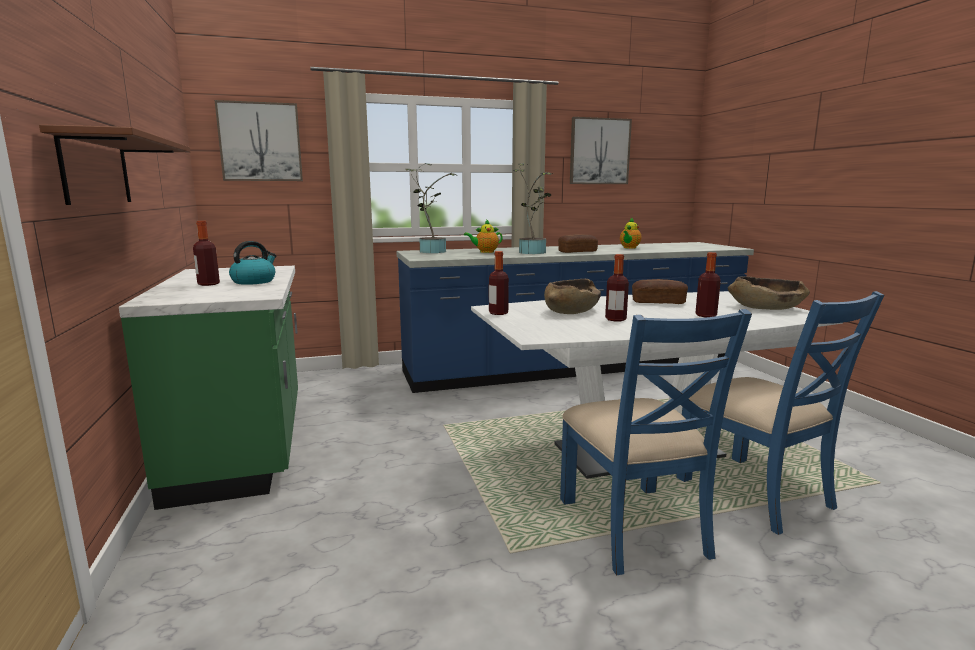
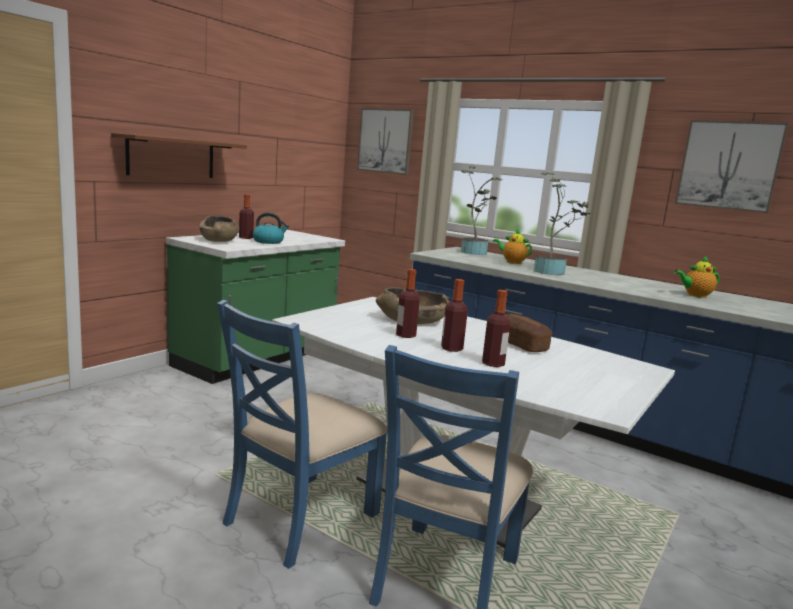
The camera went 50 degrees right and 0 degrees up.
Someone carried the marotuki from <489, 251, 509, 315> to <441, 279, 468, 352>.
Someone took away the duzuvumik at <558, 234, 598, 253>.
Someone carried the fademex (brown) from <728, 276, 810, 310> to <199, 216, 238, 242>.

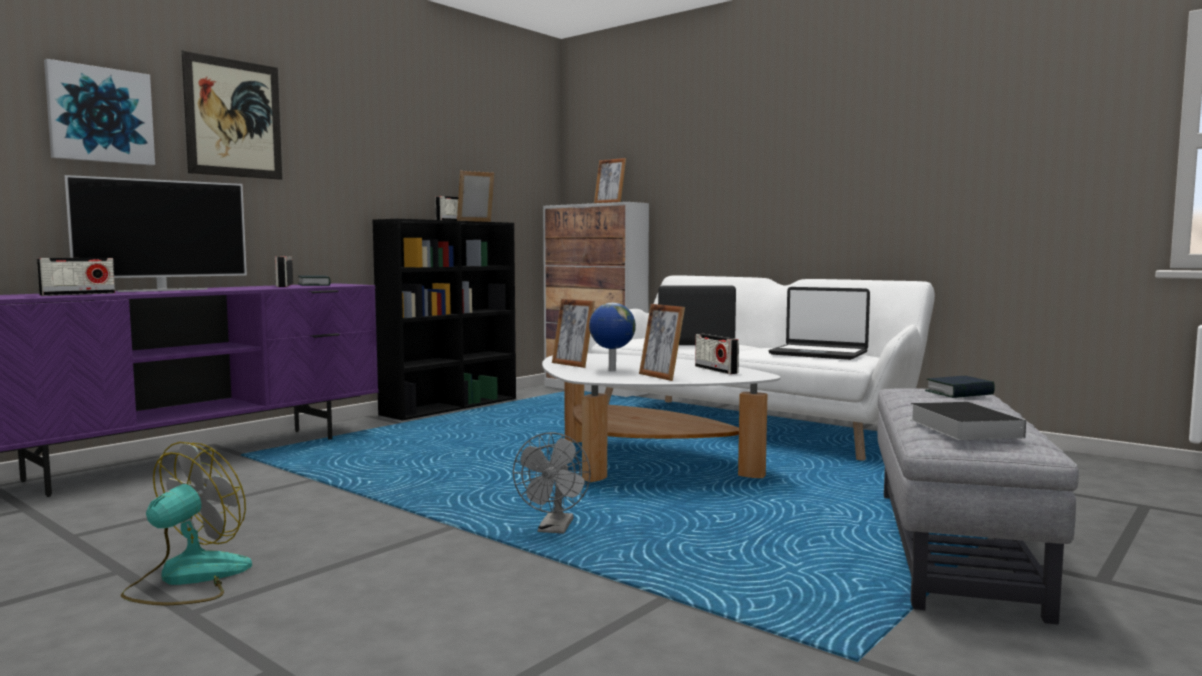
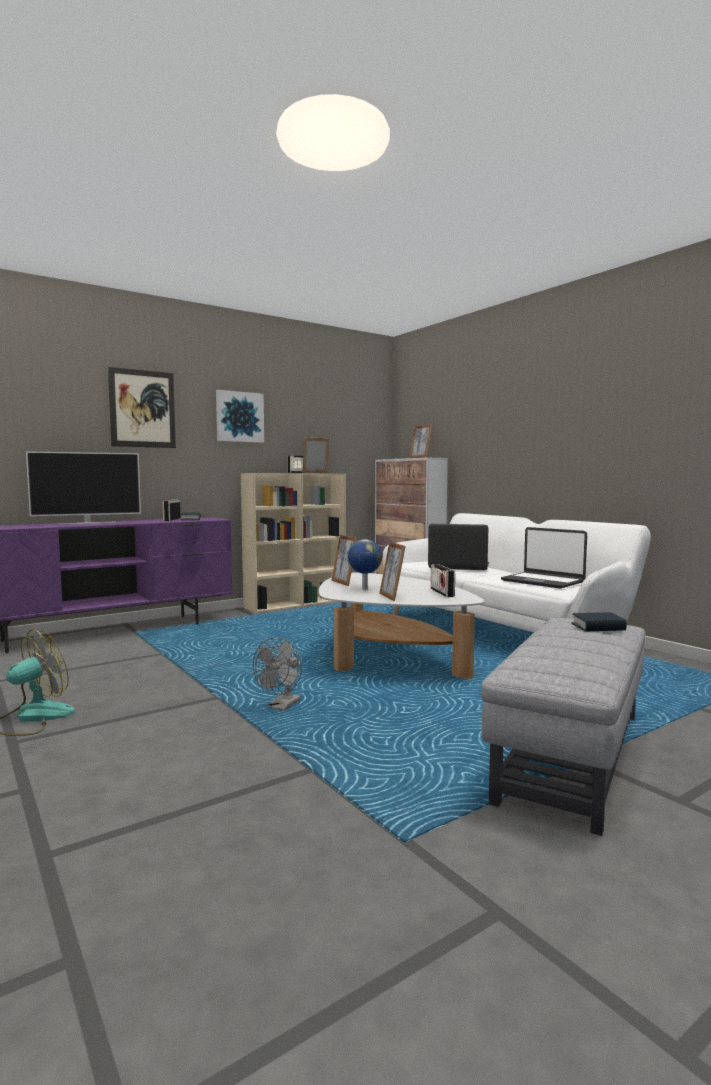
The camera went 15 degrees right and 0 degrees up.
Someone took away the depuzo at <37, 258, 115, 296>.
Someone carried the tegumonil from <44, 59, 155, 165> to <216, 390, 264, 443>.
Someone repainted the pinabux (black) at <373, 219, 516, 421>, which became the pinabux (beige) at <241, 473, 346, 613>.
Someone took away the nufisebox at <910, 402, 1026, 440>.

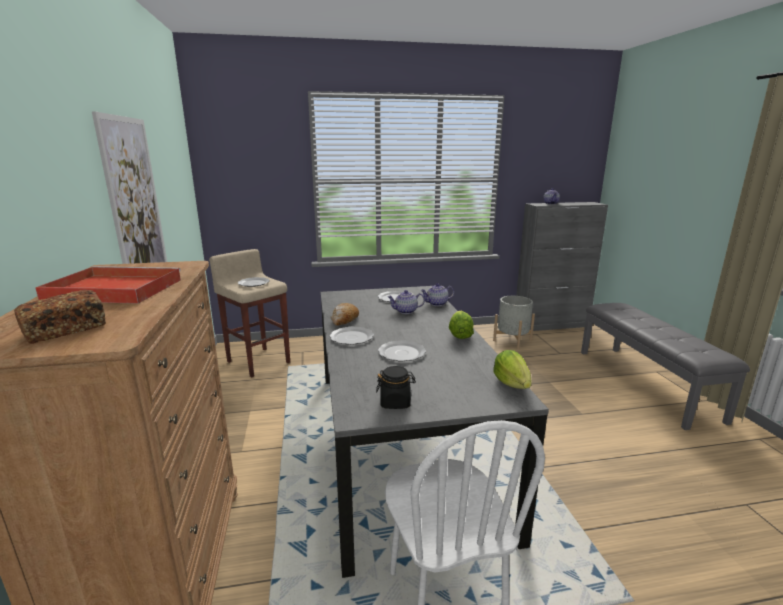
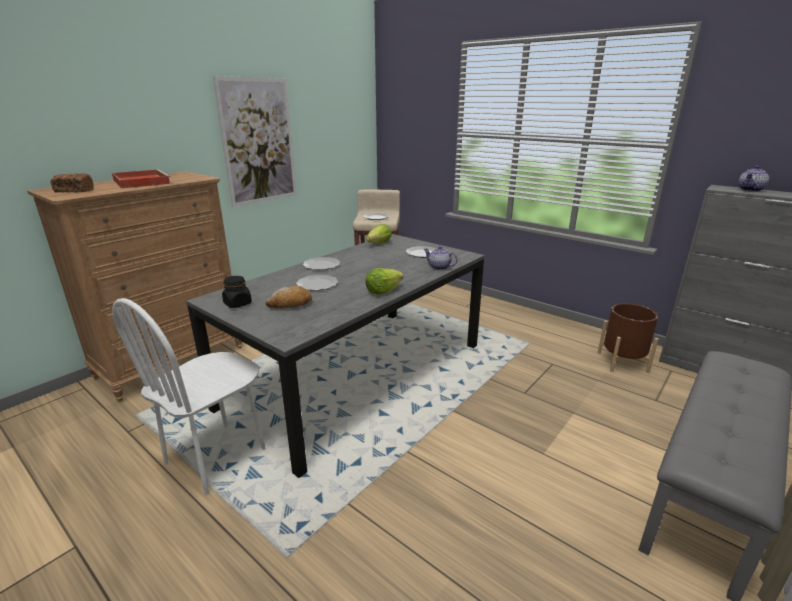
The camera went 50 degrees right and 5 degrees up.
Someone carried the duzuvumik from <330, 303, 359, 326> to <265, 286, 312, 309>.
Someone took away the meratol at <388, 290, 425, 314>.
Someone repainted the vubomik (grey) at <493, 296, 535, 349>, which became the vubomik (brown) at <597, 303, 659, 373>.
Someone carried the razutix from <493, 350, 532, 389> to <366, 224, 392, 244>.

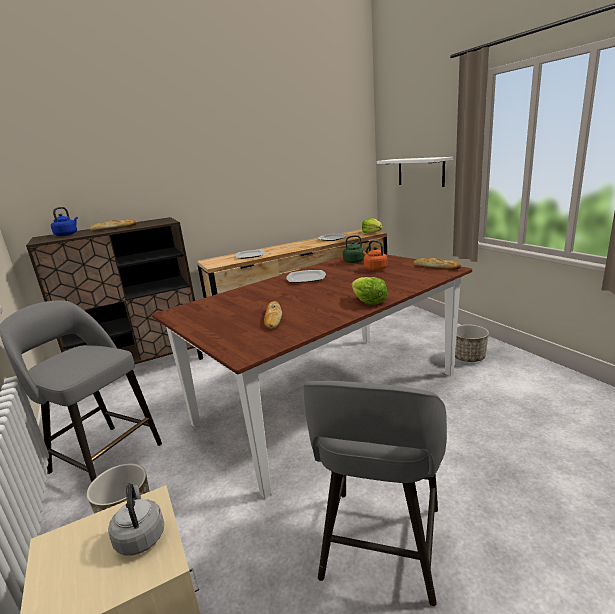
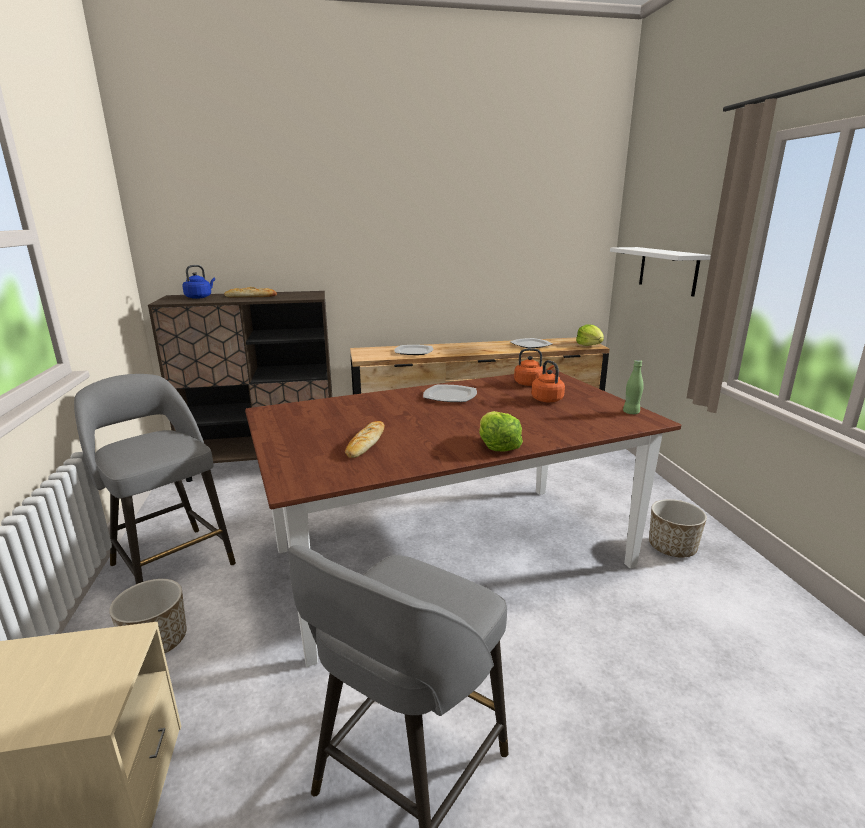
The camera went 15 degrees right and 0 degrees up.
Someone took away the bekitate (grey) at <108, 483, 164, 556>.
Someone repainted the bekitate (green) at <343, 235, 369, 263>, which became the bekitate (orange) at <514, 348, 554, 386>.
Someone swapped the duzuvumik at <413, 258, 461, 269> for the marotuki (green) at <623, 360, 644, 414>.

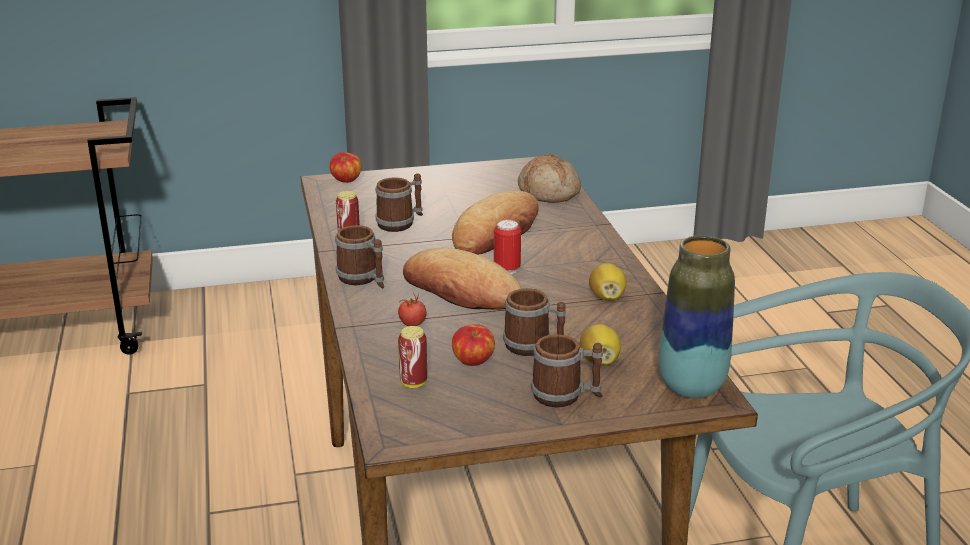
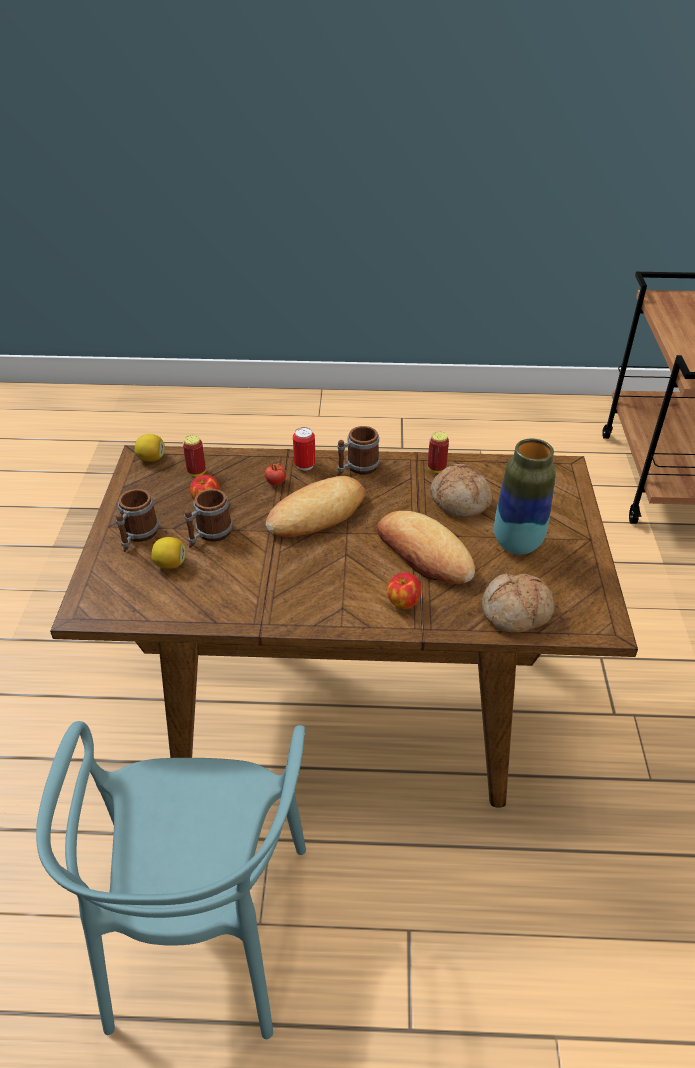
The camera went 105 degrees right and 15 degrees up.
Someone carried the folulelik from <329, 152, 362, 183> to <387, 572, 422, 609>.
Someone swapped the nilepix at <375, 173, 423, 232> for the duzuvumik at <430, 464, 492, 518>.
Someone carried the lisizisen from <494, 220, 521, 274> to <293, 427, 316, 471>.
Someone carried the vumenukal from <589, 263, 627, 301> to <135, 434, 165, 462>.
Someone carried the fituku from <659, 235, 735, 398> to <494, 438, 556, 555>.

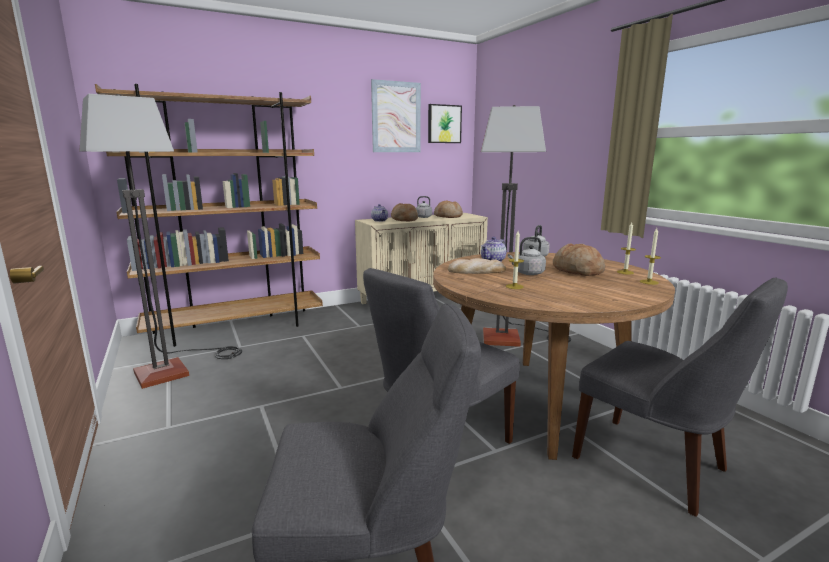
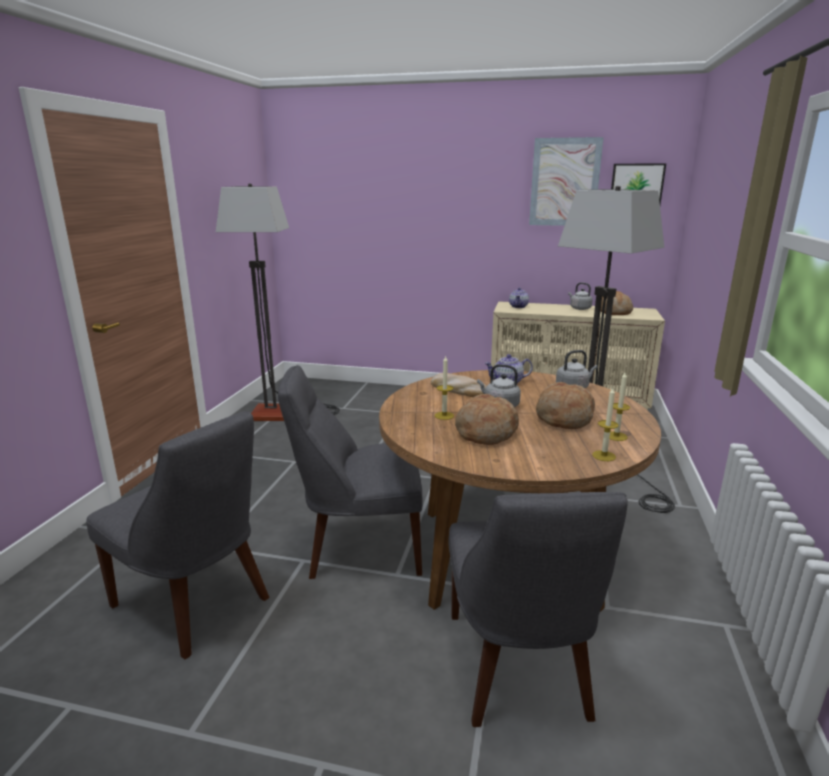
The camera went 40 degrees right and 5 degrees up.
Someone took away the pinabux (brown) at <95, 84, 323, 347>.
Someone carried the duzuvumik from <391, 203, 418, 221> to <455, 394, 519, 445>.

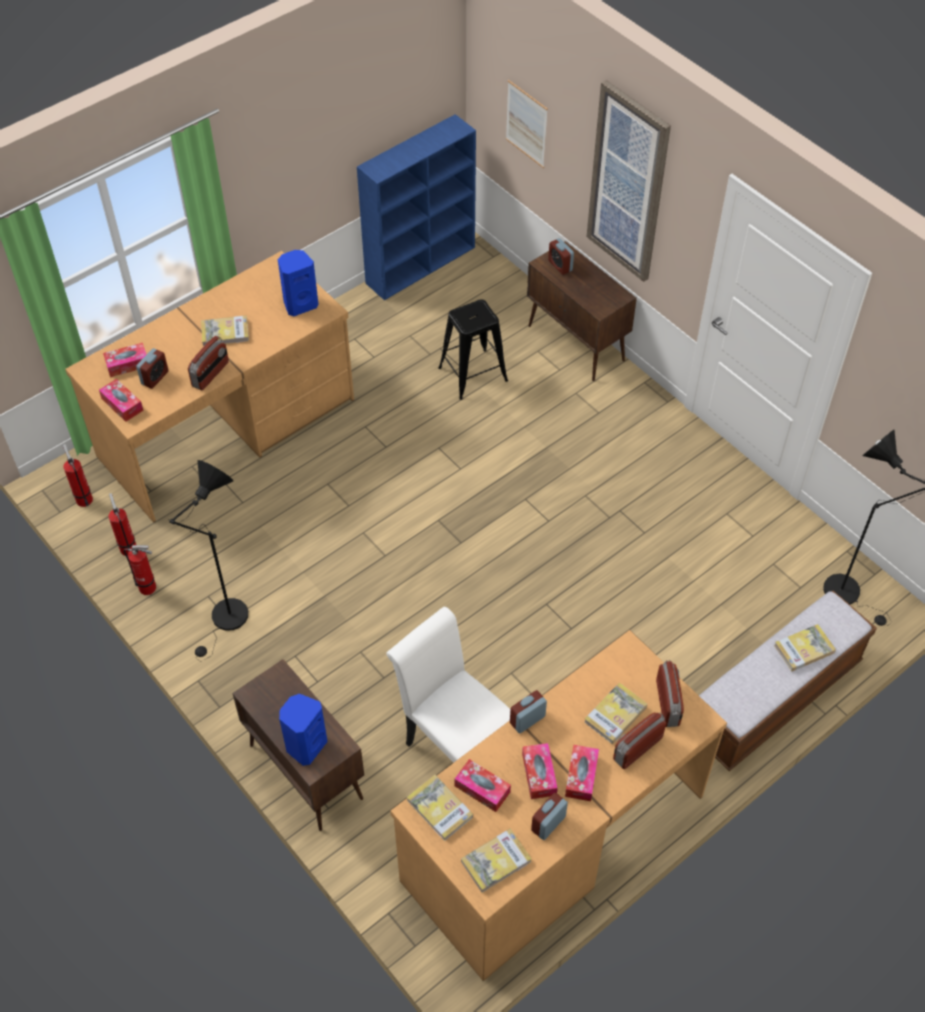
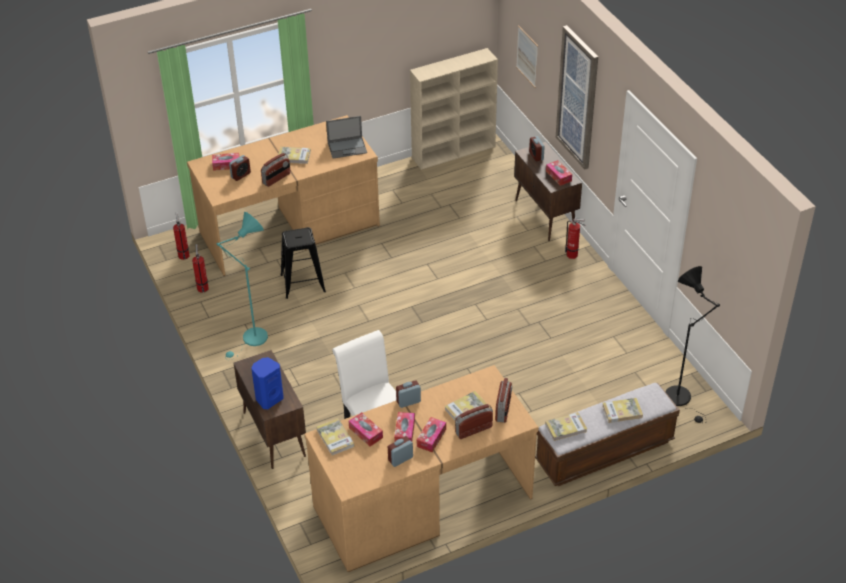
The camera went 15 degrees right and 10 degrees down.
Someone carried the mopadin from <99, 379, 144, 422> to <546, 160, 572, 186>.
Someone carried the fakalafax from <124, 545, 156, 595> to <565, 218, 585, 259>.
Someone repainted the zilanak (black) at <169, 460, 248, 661>, which became the zilanak (turquoise) at <217, 212, 268, 360>.
Someone swapped the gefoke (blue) at <278, 250, 318, 316> for the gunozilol at <326, 116, 367, 159>.
Someone repainted the pinabux (blue) at <357, 114, 476, 300>, which became the pinabux (beige) at <410, 48, 498, 170>.
Someone carried the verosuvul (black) from <438, 299, 508, 400> to <280, 227, 326, 299>.
Someone carried the nufisebox from <461, 829, 532, 893> to <545, 412, 587, 441>.

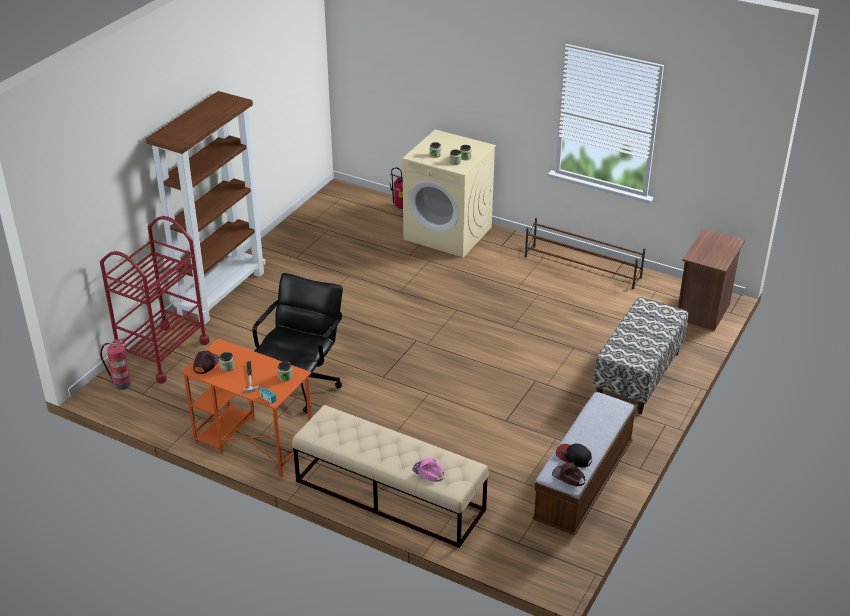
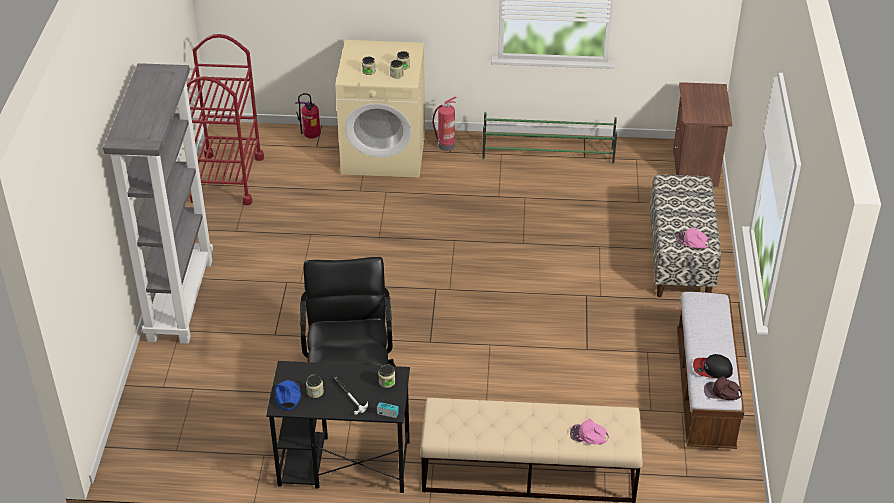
The camera went 25 degrees left and 5 degrees up.
Someone carried the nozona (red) from <100, 216, 210, 384> to <187, 34, 264, 205>.
Someone carried the fakalafax from <100, 338, 131, 390> to <432, 97, 457, 151>.
Someone repainted the pinabux (brown) at <146, 91, 266, 325>, which became the pinabux (grey) at <103, 63, 213, 344>.
Someone repainted the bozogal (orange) at <181, 338, 312, 477>, which became the bozogal (black) at <266, 361, 410, 493>.
Someone repainted the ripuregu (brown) at <193, 351, 220, 374>, which became the ripuregu (blue) at <275, 380, 301, 410>.
Someone repainted the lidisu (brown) at <525, 218, 645, 289>, which became the lidisu (green) at <482, 112, 617, 164>.
Someone put down the ripuregu (pink) at <676, 227, 709, 248>.

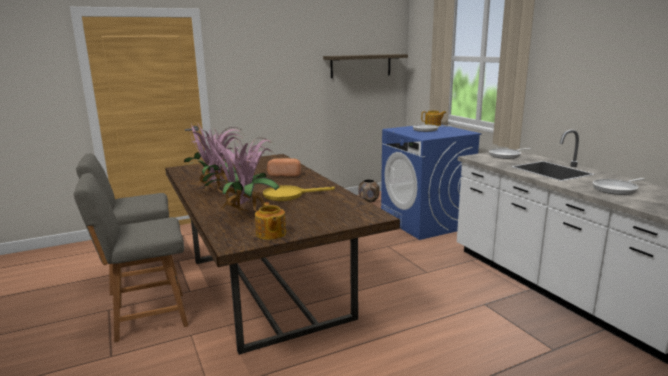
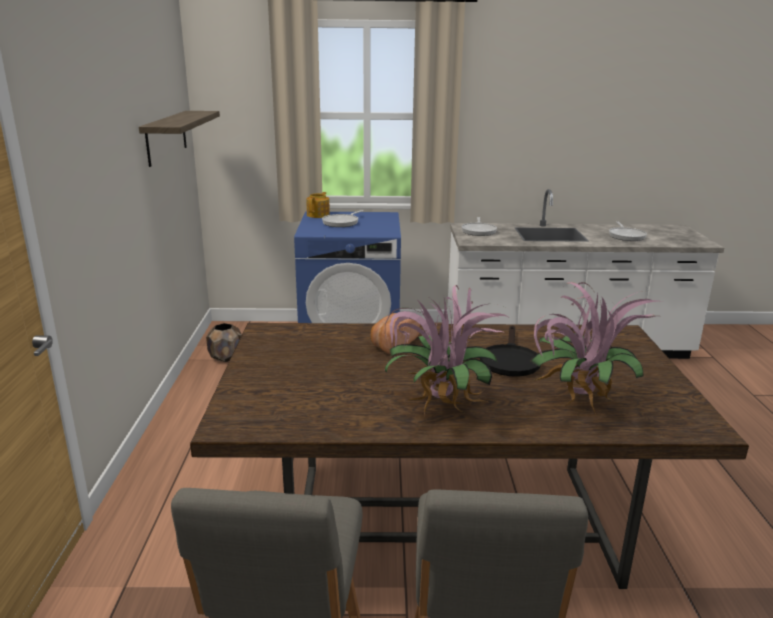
The camera went 65 degrees left and 5 degrees up.
Someone took away the meratol at <255, 202, 286, 240>.
Someone repainted the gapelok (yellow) at <263, 185, 335, 201>, which became the gapelok (black) at <480, 325, 540, 377>.

